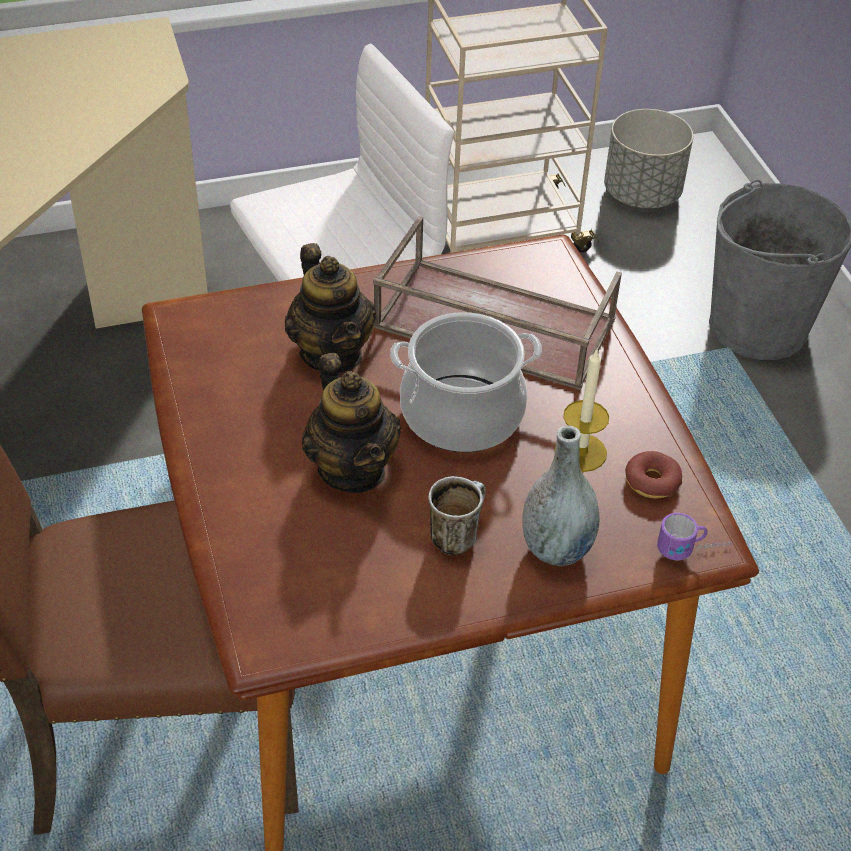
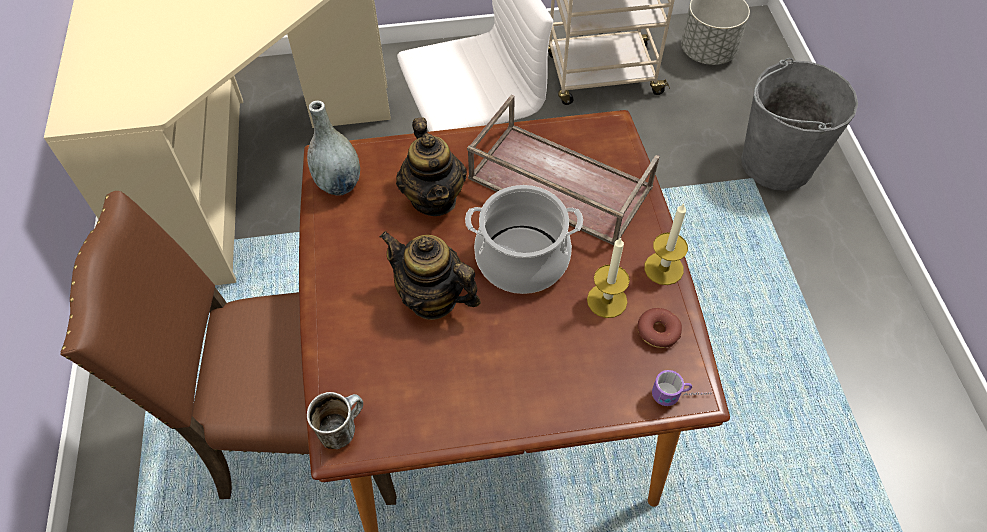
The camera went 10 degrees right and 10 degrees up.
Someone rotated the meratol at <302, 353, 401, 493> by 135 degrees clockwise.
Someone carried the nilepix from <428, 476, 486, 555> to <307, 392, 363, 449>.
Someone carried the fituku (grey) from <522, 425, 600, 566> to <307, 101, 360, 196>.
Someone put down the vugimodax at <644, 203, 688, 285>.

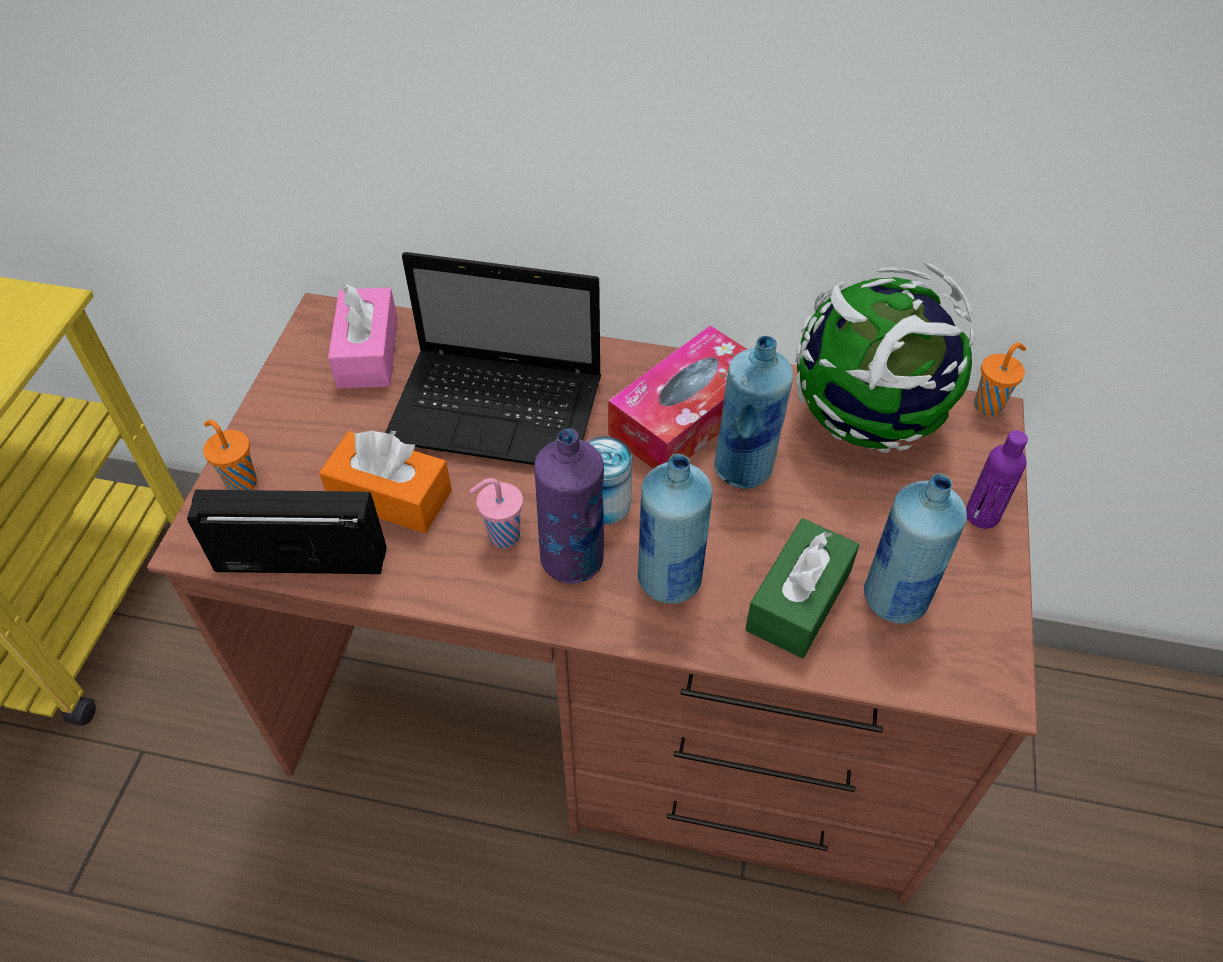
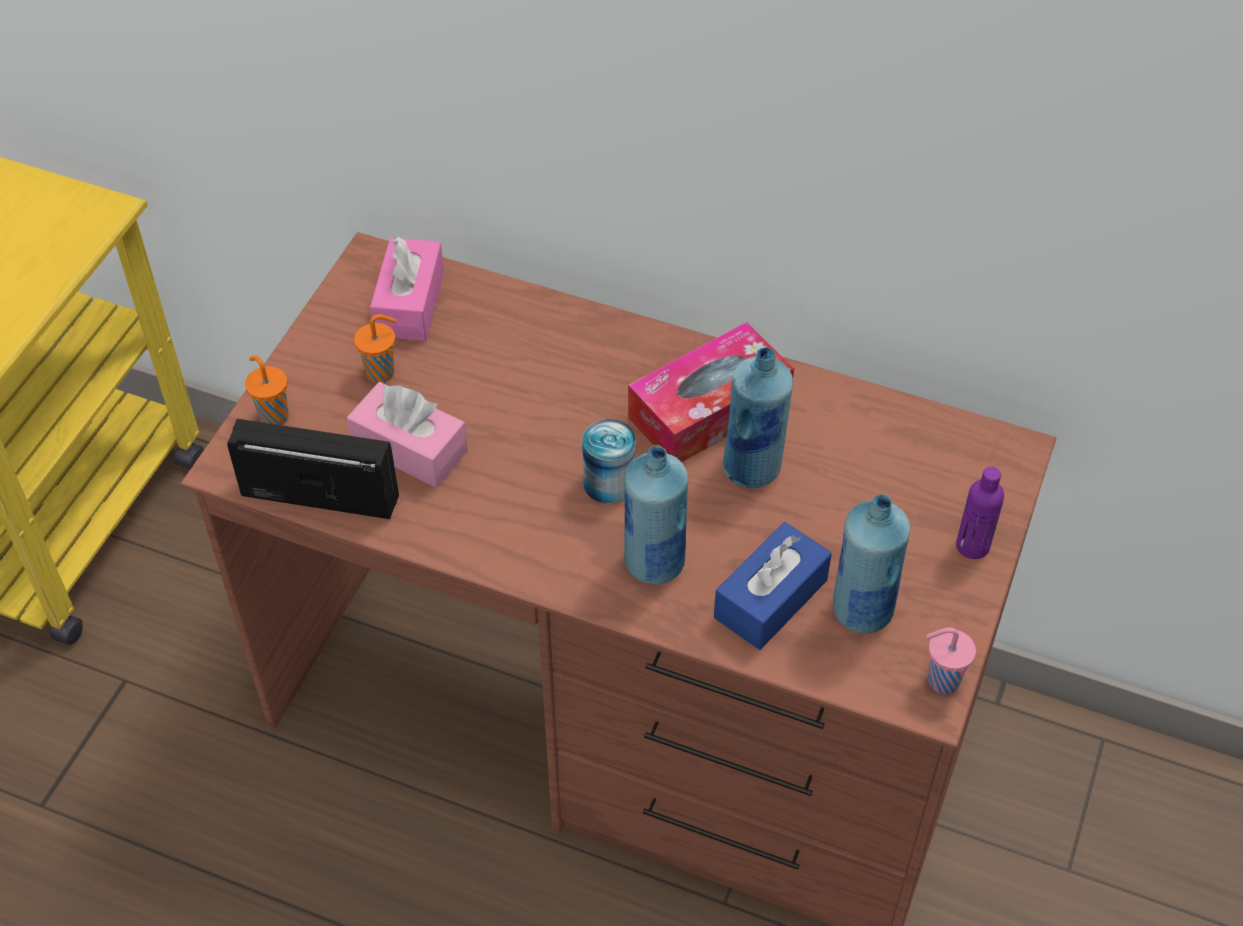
The camera went 10 degrees right and 0 degrees up.
Someone repainted the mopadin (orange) at <319, 430, 452, 533>, which became the mopadin (pink) at <347, 382, 468, 488>.
Someone took away the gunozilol at <385, 252, 601, 465>.
Someone carried the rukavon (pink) from <470, 478, 523, 548> to <926, 628, 976, 694>.
Someone took away the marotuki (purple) at <534, 428, 604, 584>.
Someone repainted the mopadin (green) at <746, 518, 859, 658>, which became the mopadin (blue) at <714, 522, 832, 650>.
Someone took away the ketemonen at <795, 262, 975, 453>.
Someone carried the rukavon (orange) from <974, 342, 1026, 416> to <354, 314, 397, 383>.

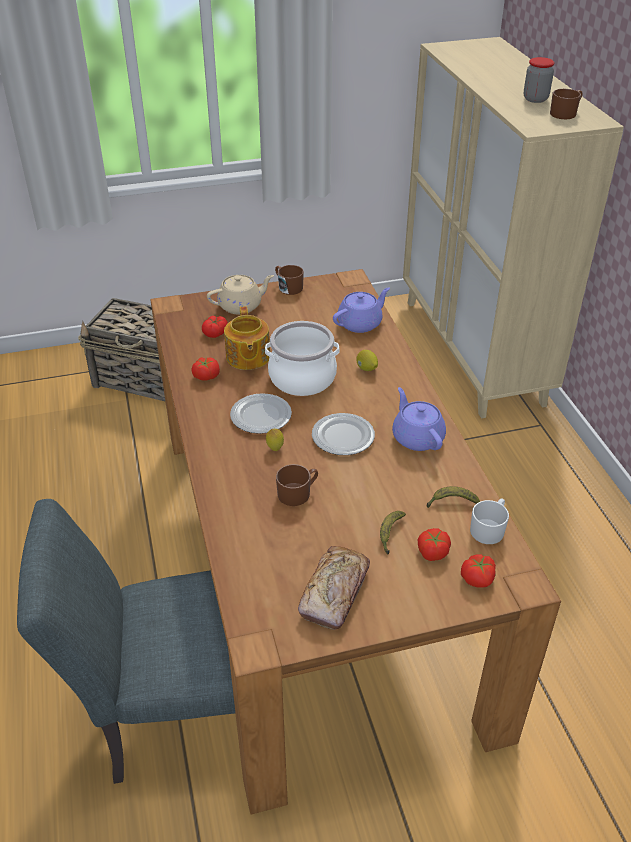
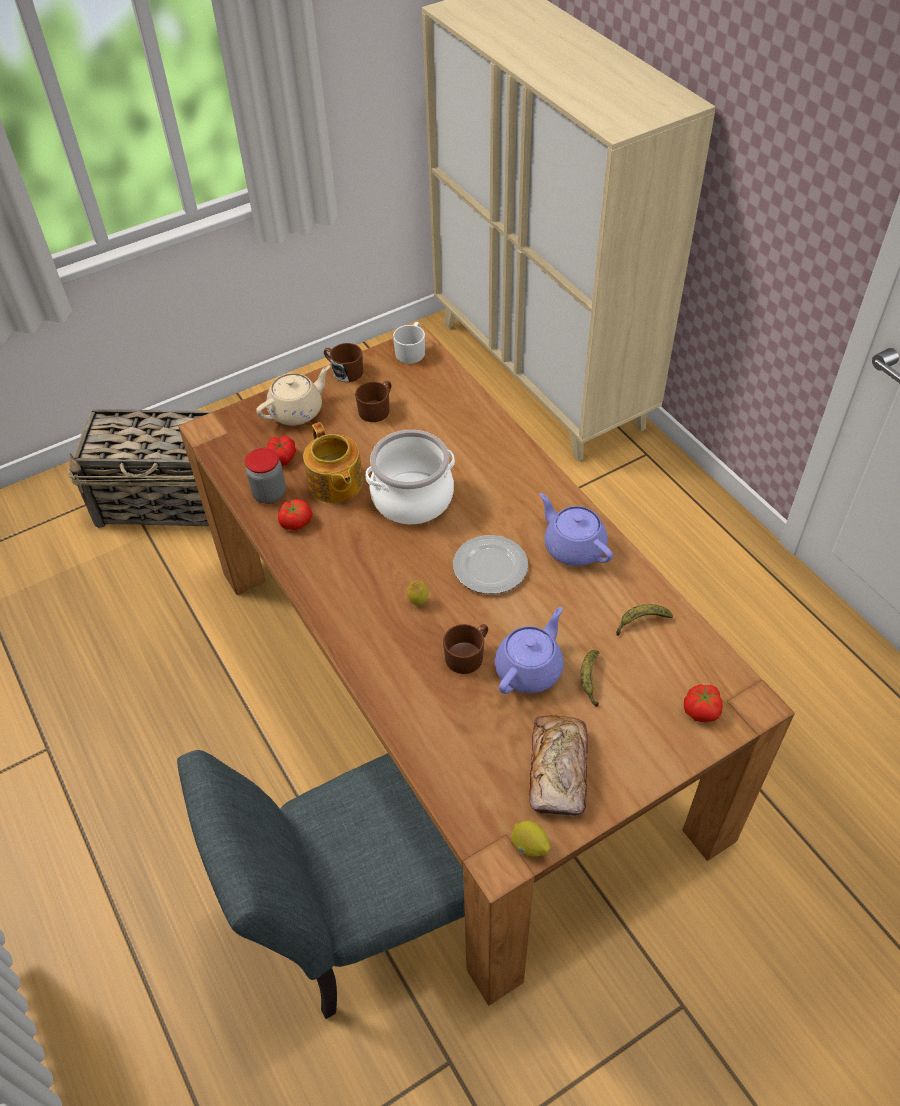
The camera went 15 degrees left and 10 degrees up.
Someone took away the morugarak at <230, 393, 292, 434>.
Someone carried the meratol (purple) from <333, 287, 390, 333> to <495, 607, 564, 694>.
Someone carried the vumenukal from <356, 350, 378, 371> to <512, 820, 551, 857>.
Someone took away the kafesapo at <418, 528, 451, 561>.
Someone carried the nilepix (white) from <470, 499, 509, 544> to <393, 322, 425, 364>.
Someone carried the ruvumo from <524, 57, 554, 103> to <245, 448, 286, 504>.
Someone carried the nilepix (brown) from <550, 89, 583, 119> to <355, 381, 391, 422>.

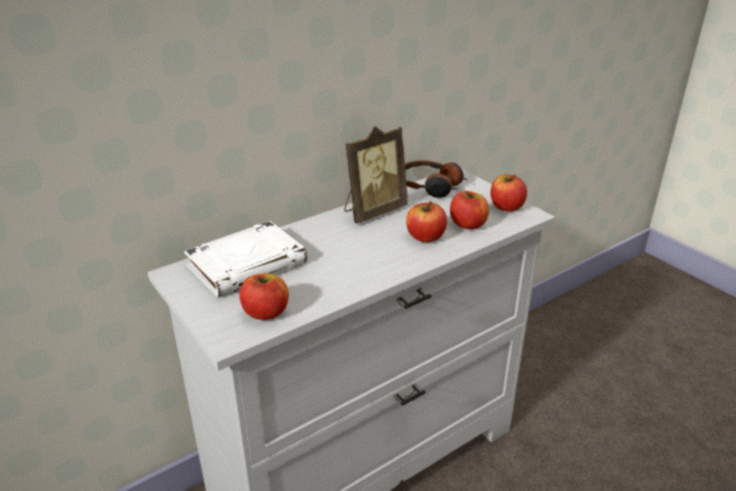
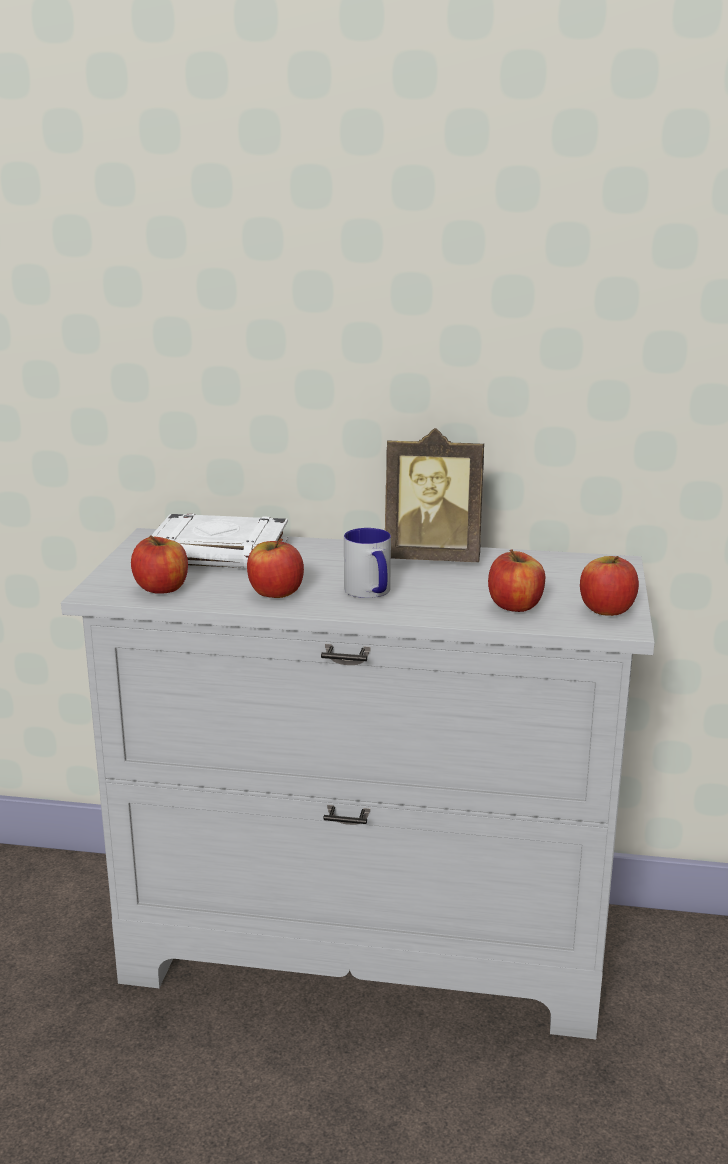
The camera went 45 degrees right and 10 degrees down.
Someone took away the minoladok at <405, 160, 467, 198>.
Someone carried the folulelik from <406, 201, 447, 242> to <247, 538, 304, 598>.
Someone put down the nilepix at <344, 528, 391, 598>.

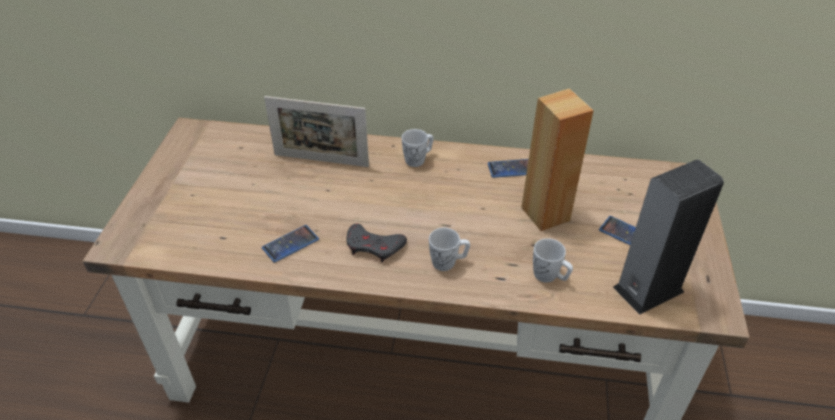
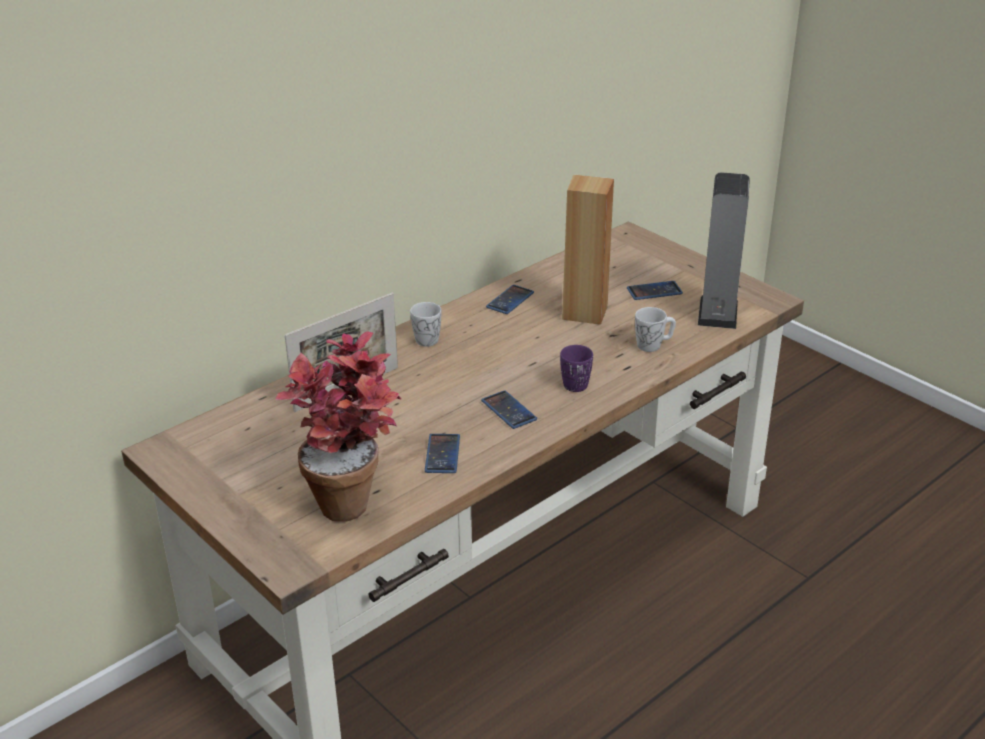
The camera went 50 degrees left and 10 degrees down.
Someone swapped the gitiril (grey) at <346, 224, 407, 262> for the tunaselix at <481, 390, 537, 429>.
Someone repainted the nilepix (white) at <429, 228, 470, 271>, which became the nilepix (purple) at <560, 345, 593, 392>.
Someone put down the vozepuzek at <275, 331, 401, 522>.

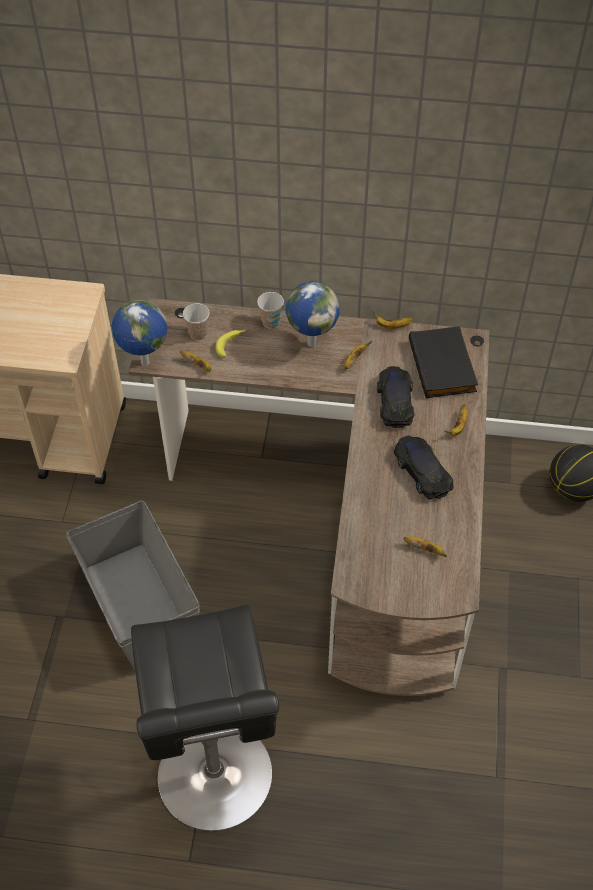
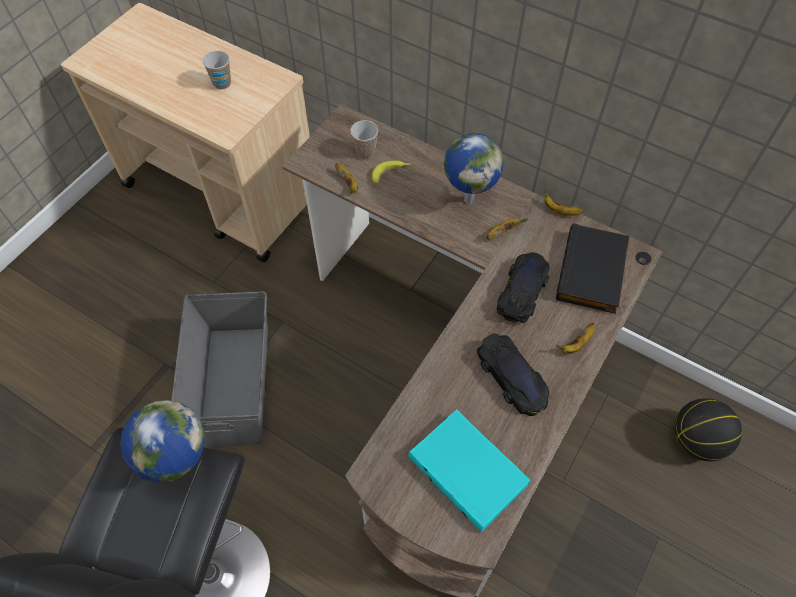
The camera went 25 degrees right and 5 degrees up.
Someone carried the ketemonen from <112, 300, 167, 366> to <120, 400, 205, 482>.
Someone carried the rukavon from <257, 292, 284, 329> to <202, 51, 231, 90>.
Someone rotated the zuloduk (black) at <394, 436, 454, 499> by 150 degrees clockwise.
Someone swapped the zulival at <404, 536, 447, 557> for the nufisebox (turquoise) at <408, 409, 531, 532>.

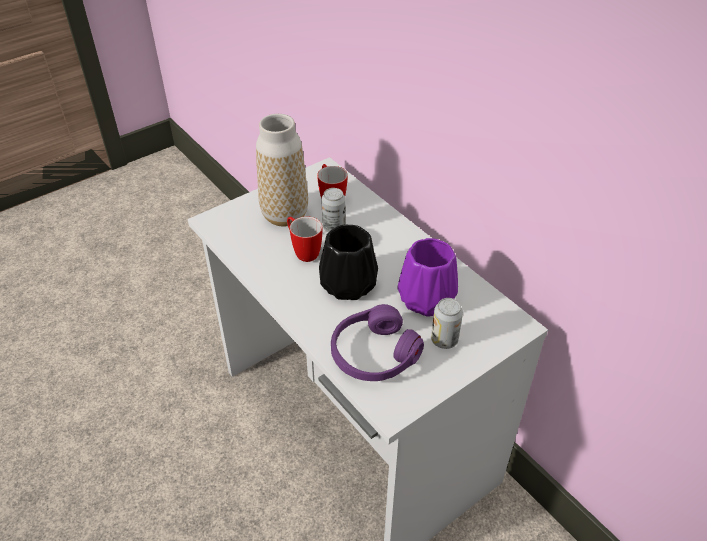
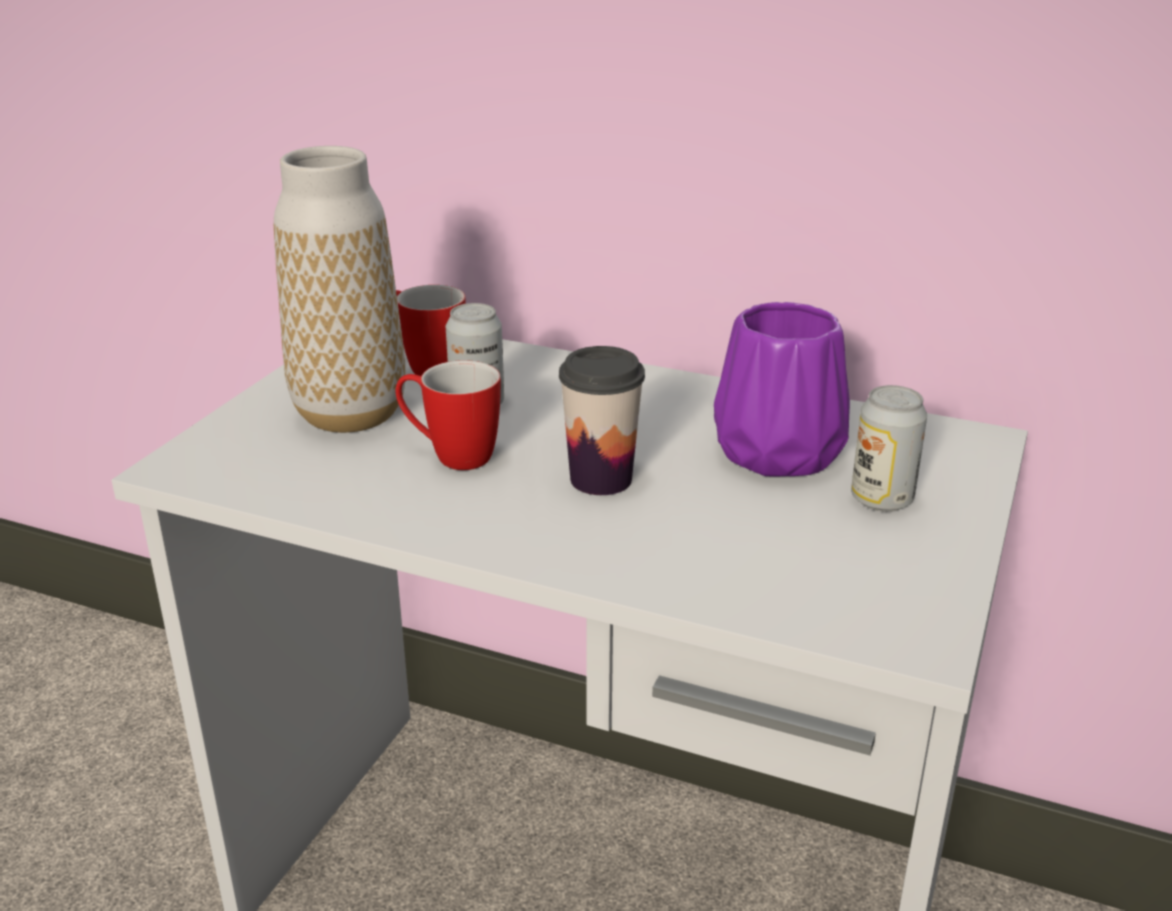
The camera went 30 degrees left and 15 degrees down.
Someone swapped the fituku (black) at <319, 225, 378, 300> for the rukavon at <559, 346, 645, 495>.
Someone took away the minoladok (purple) at <331, 304, 424, 381>.

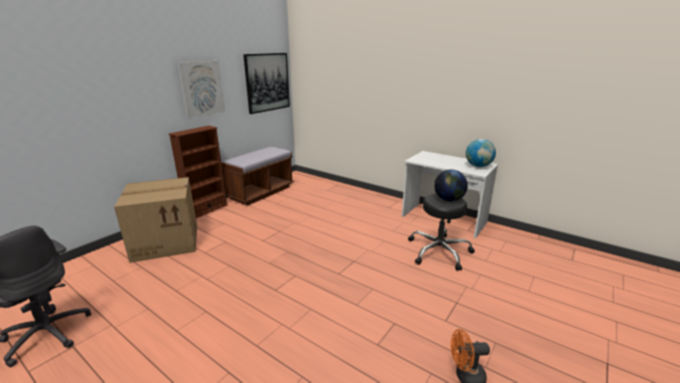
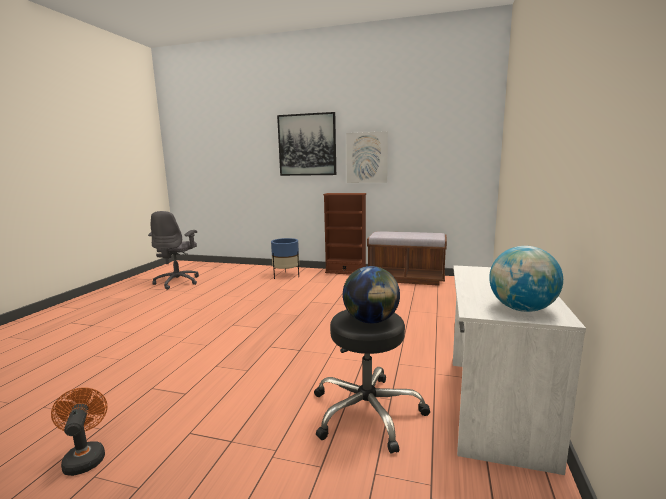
The camera went 70 degrees right and 10 degrees down.
Someone swapped the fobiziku at <114, 177, 197, 263> for the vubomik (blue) at <271, 238, 299, 279>.
Someone carried the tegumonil from <243, 53, 290, 114> to <277, 112, 336, 176>.

